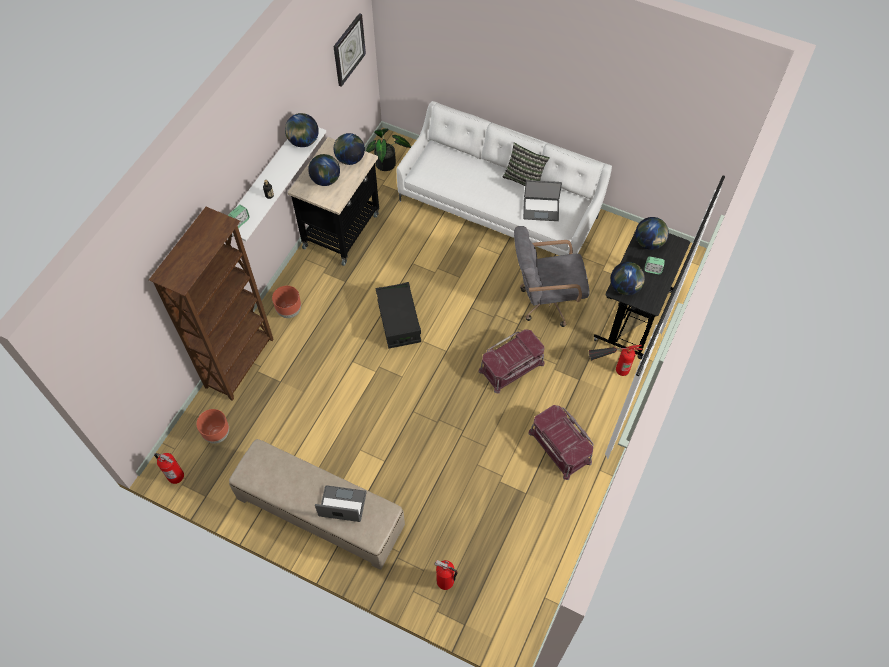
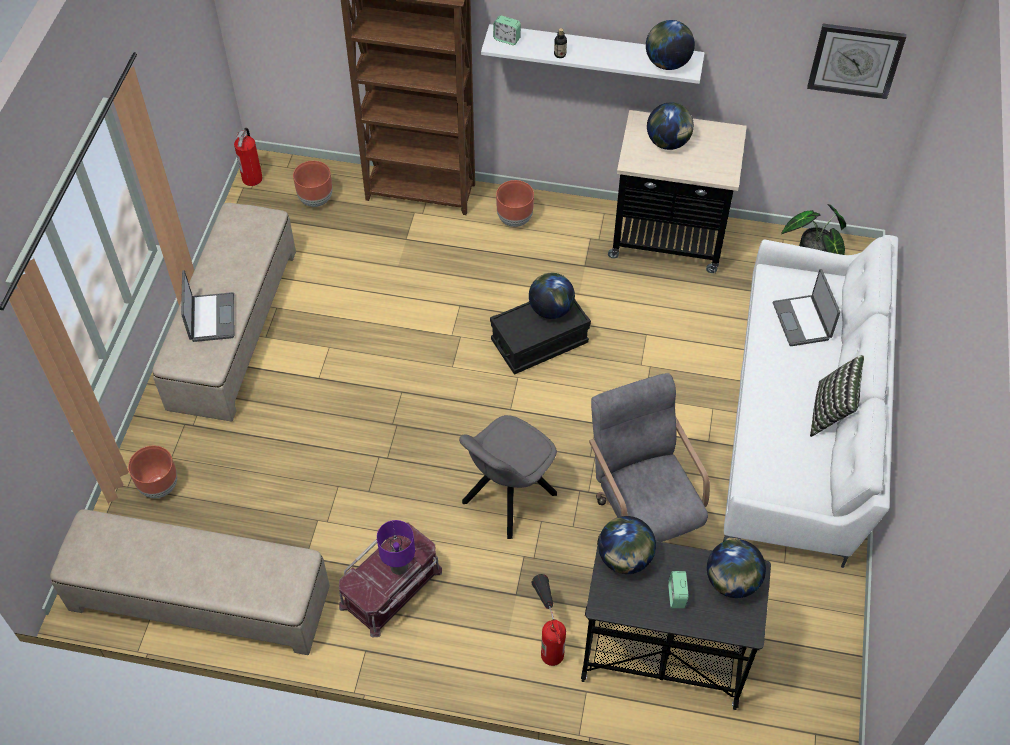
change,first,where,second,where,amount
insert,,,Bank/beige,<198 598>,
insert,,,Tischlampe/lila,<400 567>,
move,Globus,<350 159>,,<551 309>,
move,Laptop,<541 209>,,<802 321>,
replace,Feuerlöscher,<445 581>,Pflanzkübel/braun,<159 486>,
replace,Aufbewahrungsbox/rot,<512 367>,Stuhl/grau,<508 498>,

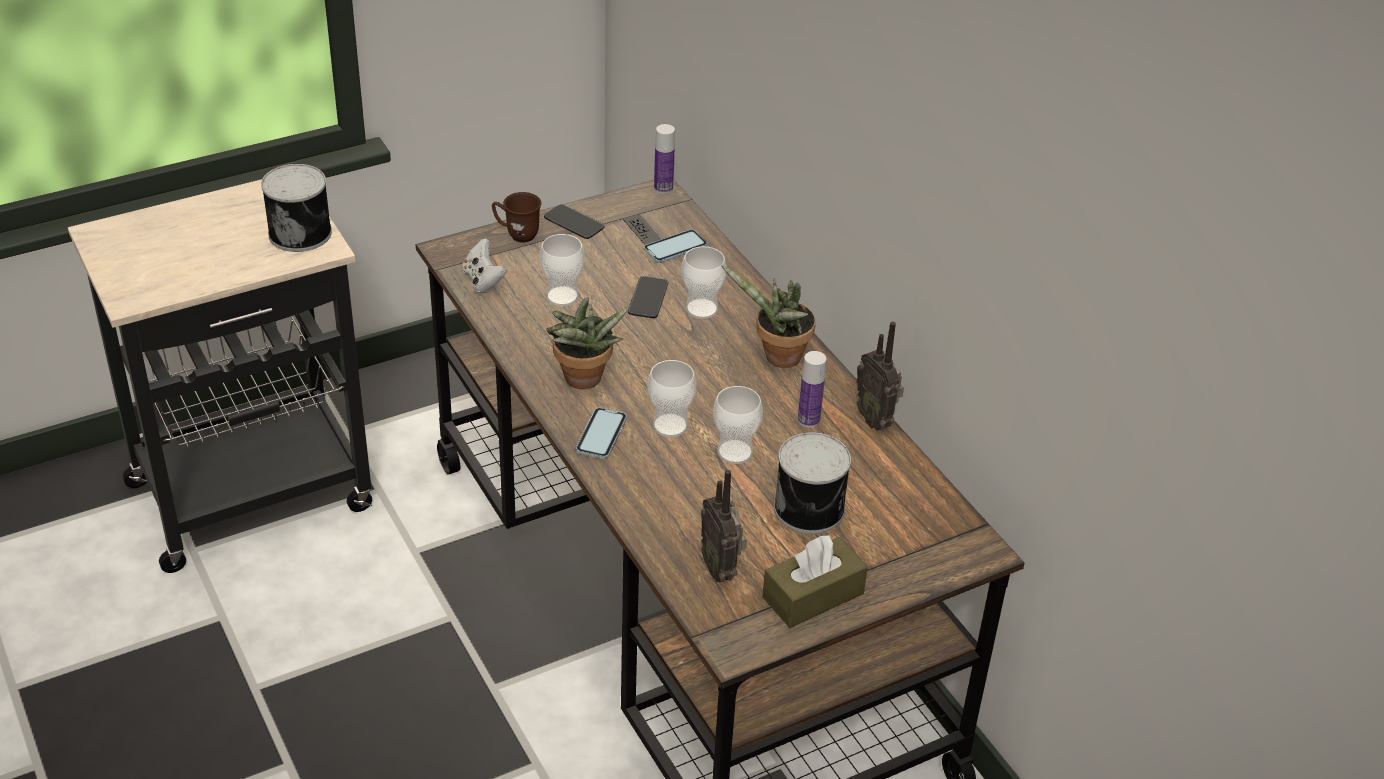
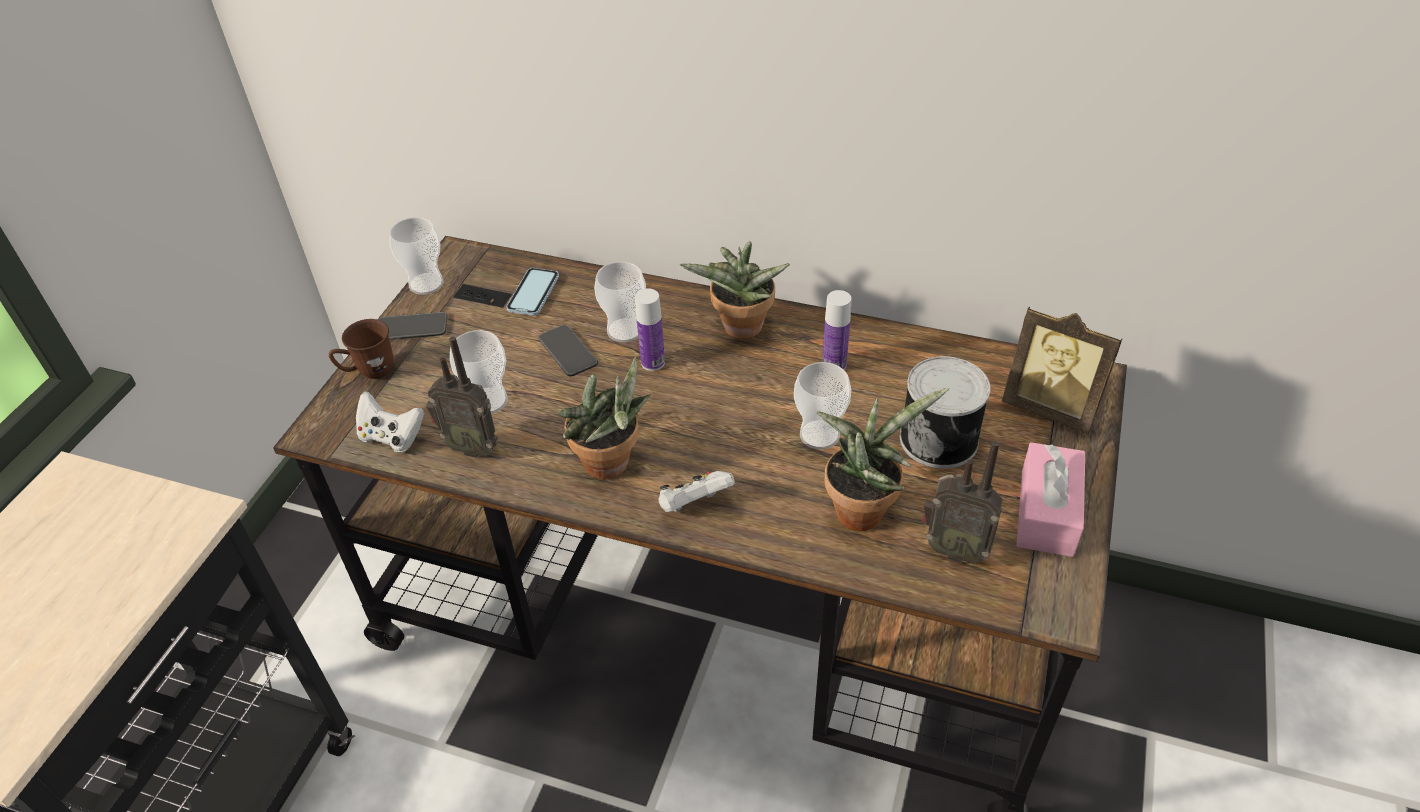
change,first,where,second,where,amount
delete,Dose,<301 232>,,,
insert,,,Topfpflanze,<863 508>,
insert,,,Bilderrahmen,<1051 408>,
move,Tasse,<670 425>,,<426 284>,
move,Flasche,<663 188>,,<653 362>,
move,Radio,<876 419>,,<473 446>,
replace,Handy,<601 435>,Gamepad/weiß,<694 505>,
recolor,Taschentuchbox/braun,<813 595>,Taschentuchbox/rosa,<1046 512>,

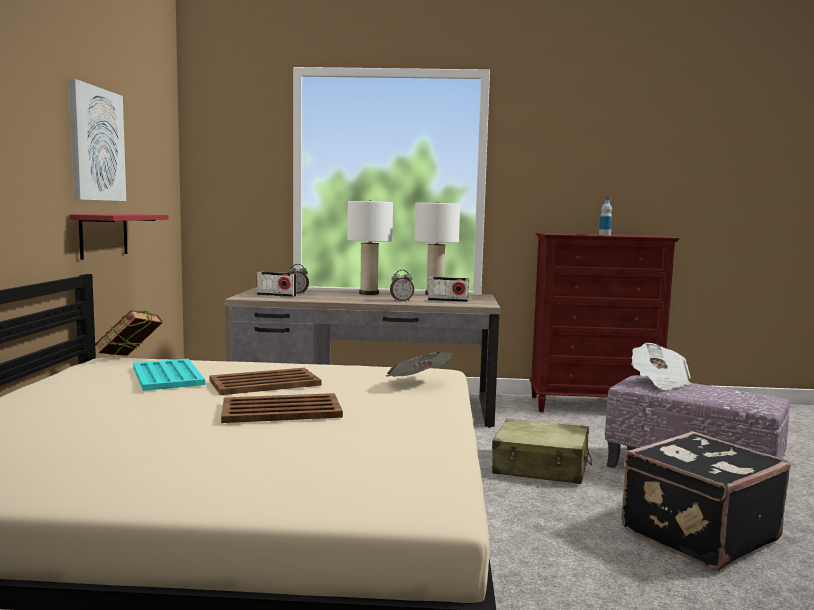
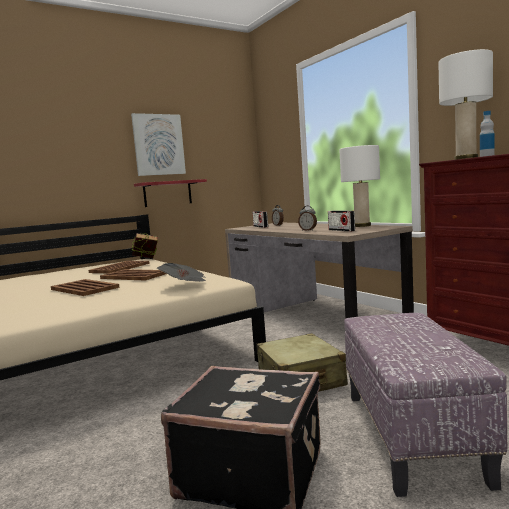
change,first,where,second,where,amount
delete,Zeitung,<659 382>,,,
move,Tischlampe/weiß,<369 293>,,<466 159>,
recolor,Tablett/türkis,<167 375>,Tablett/braun,<120 268>,

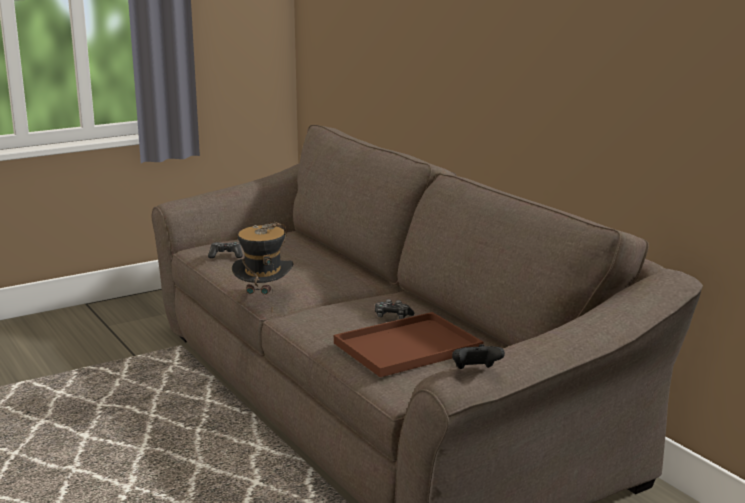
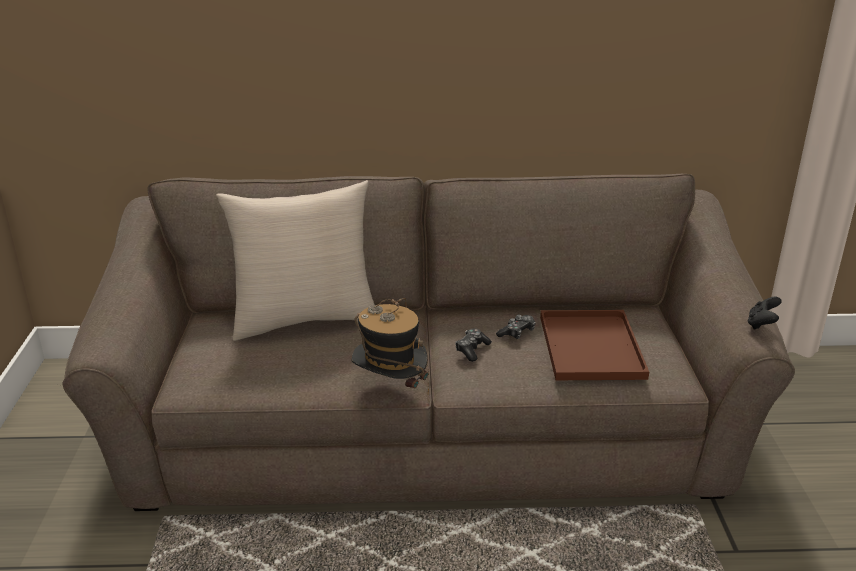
change,first,where,second,where,amount
insert,,,Kissen/beige,<305 319>,
move,Gamepad,<226 255>,,<472 350>,

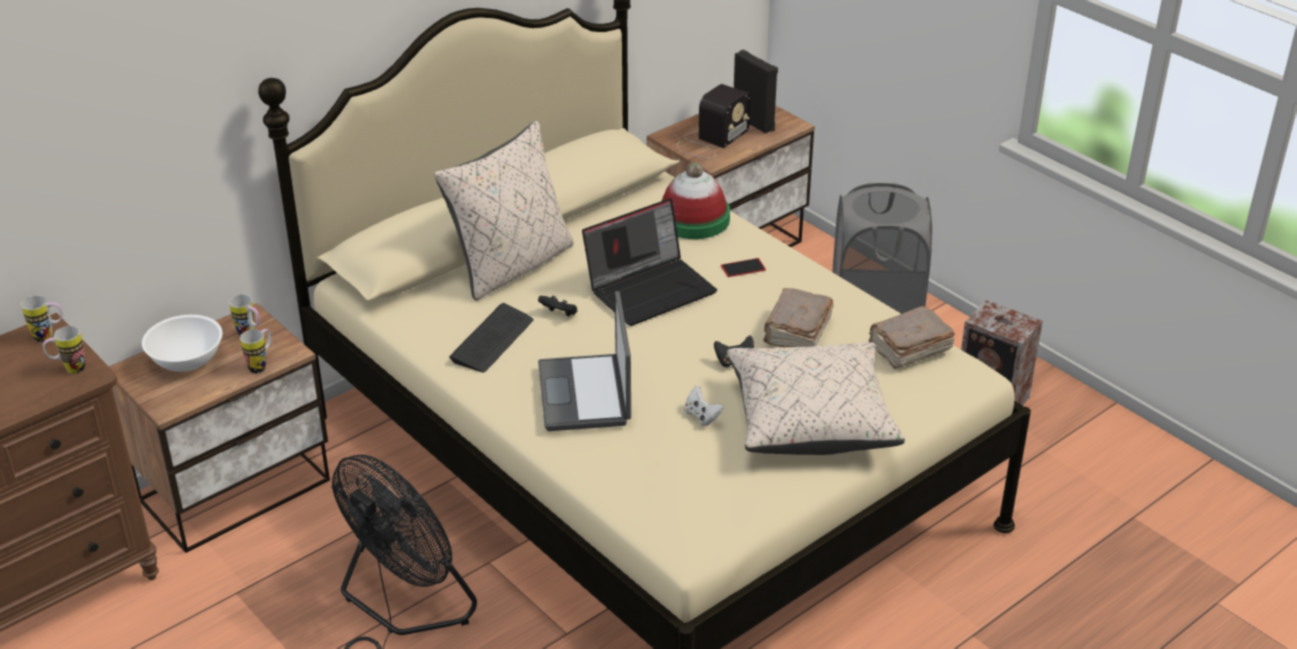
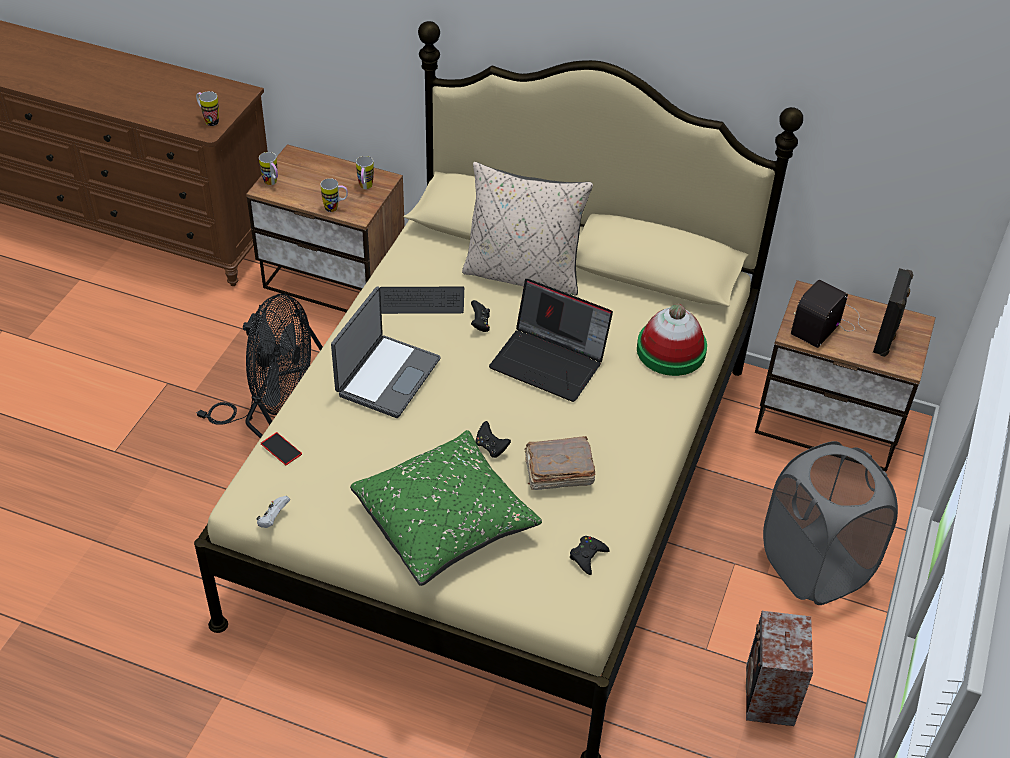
change,first,where,second,where,amount
delete,Schüssel/weiß,<186 360>,,,
move,Henkelbecher,<49 336>,,<272 183>,
move,Gamepad/weiß,<702 416>,,<273 519>,
move,Handy,<743 268>,,<281 449>,
replace,Buch/braun,<908 349>,Gamepad/schwarz,<587 556>,
recolor,Kissen/beige,<811 419>,Kissen/grün,<445 522>,
rotate,Laptop,<586 394>,,<386 376>,150 degrees clockwise
rotate,Radio,<710 140>,,<827 321>,120 degrees clockwise

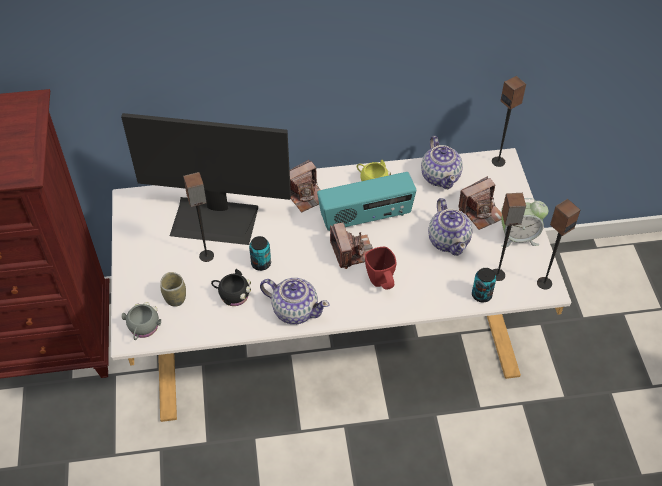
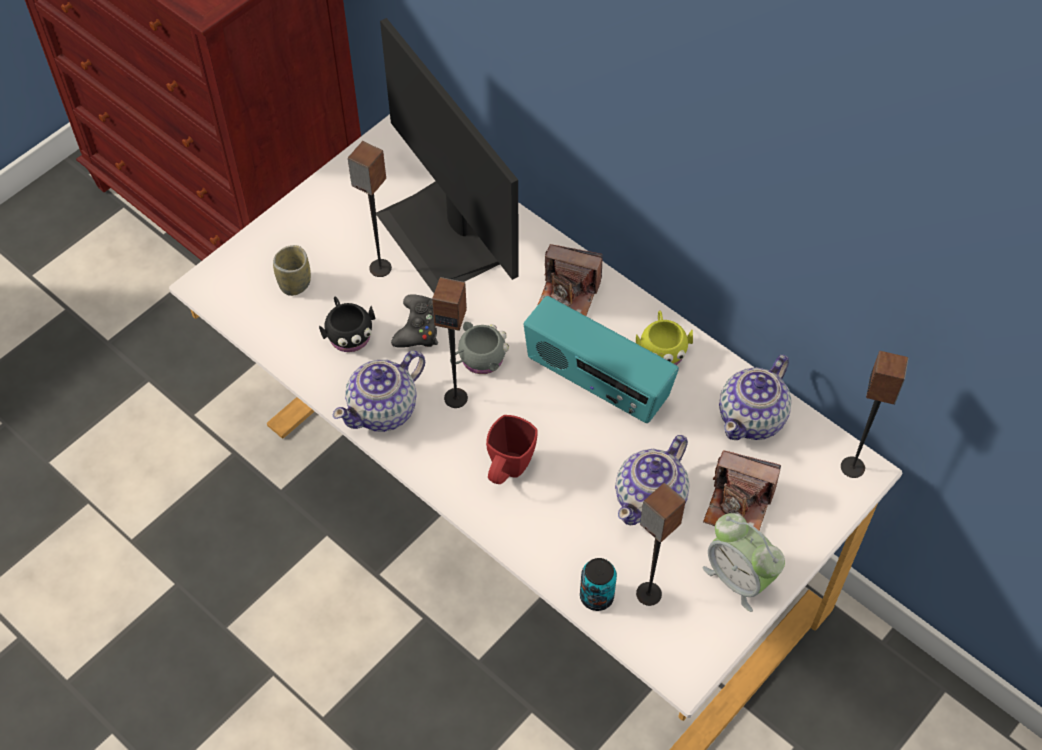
change,first,where,second,where,amount
delete,Kamera,<352 252>,,,
move,Henkelbecher/grau,<143 329>,,<478 360>,
move,Lautsprecher,<544 283>,,<456 397>,
replace,Dose,<261 263>,Gamepad/schwarz,<419 328>,
rotate,Teekanne,<294 310>,,<384 409>,60 degrees clockwise

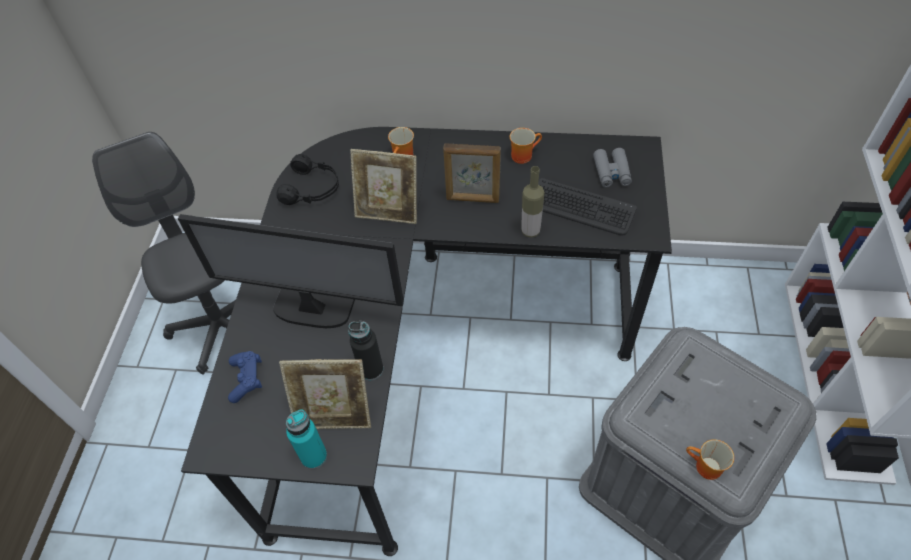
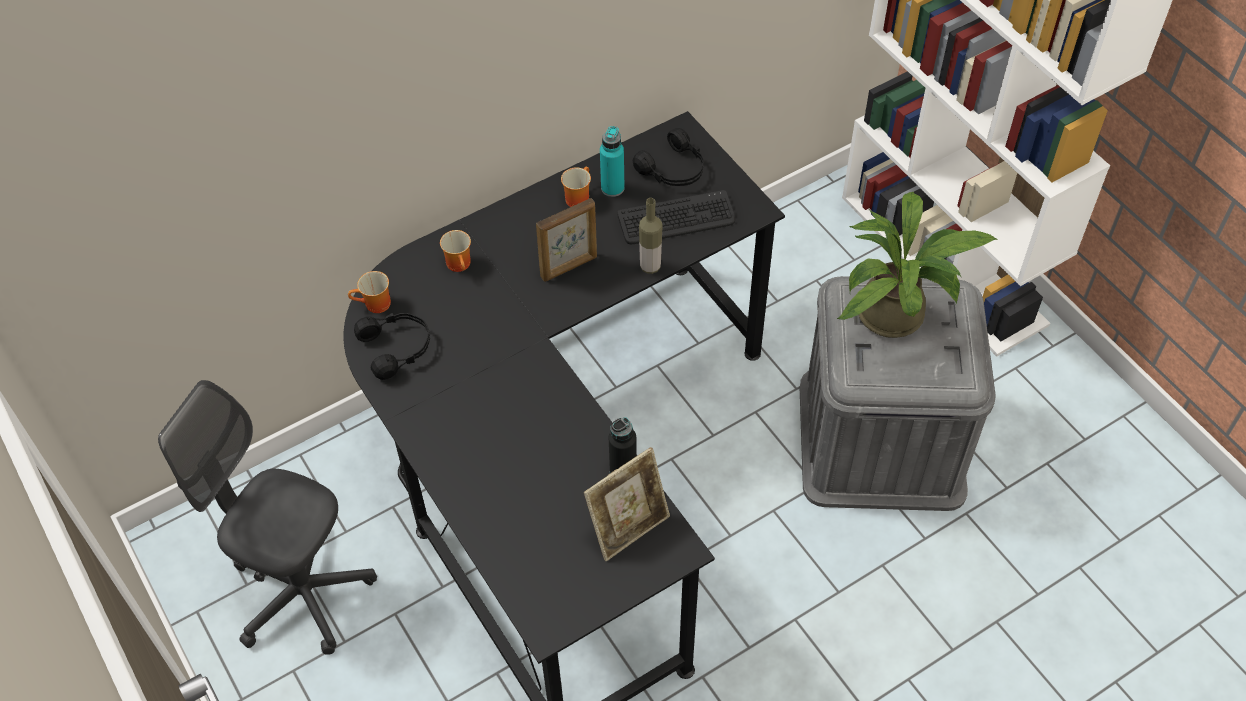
change,first,where,second,where,amount
delete,Monitor,<312 310>,,,
delete,Gamepad/blau,<247 379>,,,
delete,Bilderrahmen,<388 211>,,,
insert,,,Topfpflanze,<899 315>,
move,Flasche/türkis,<314 456>,,<612 188>,
move,Henkelbecher,<705 468>,,<375 305>,
replace,Fernglas/grau,<611 172>,Kopfhörer/schwarz,<674 170>,

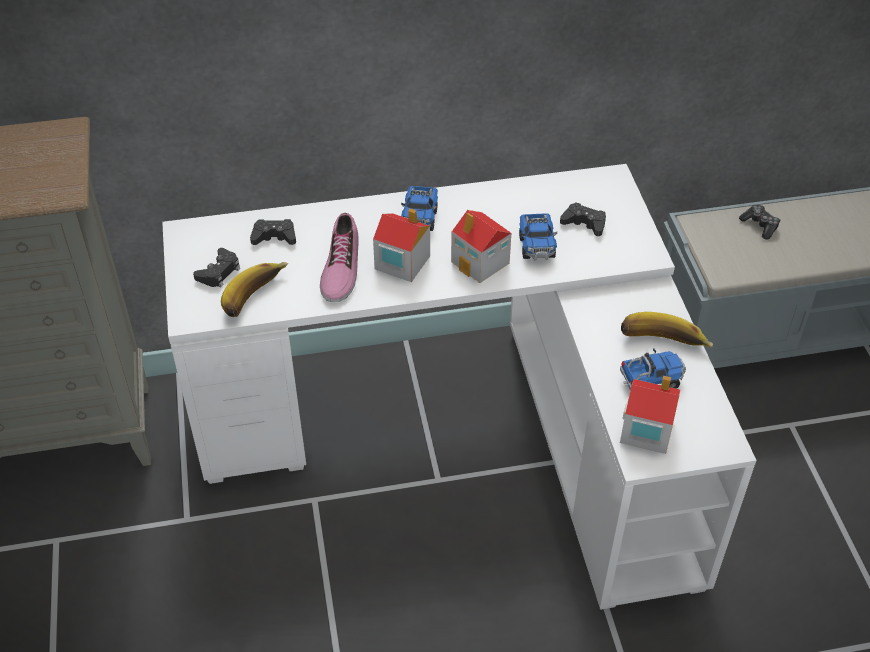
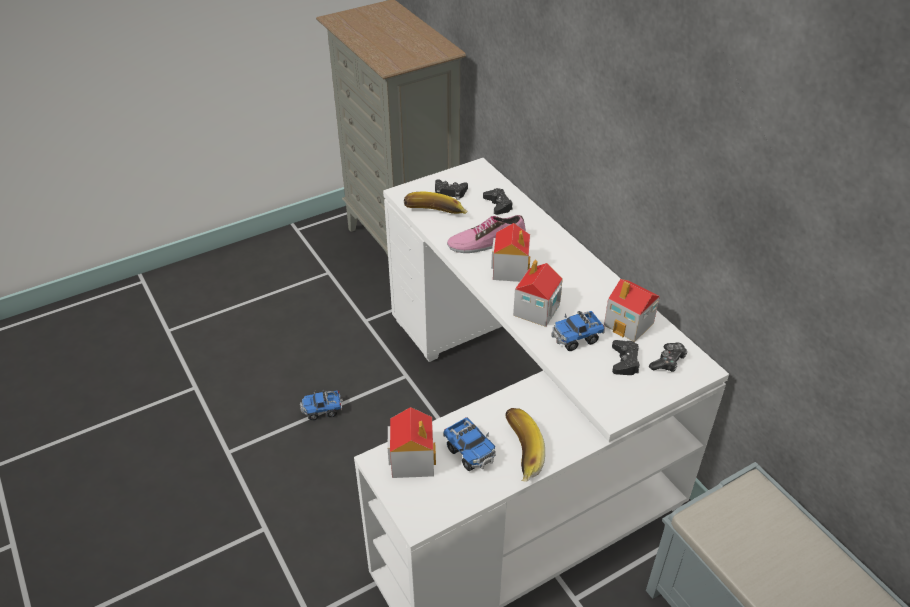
change,first,where,second,where,amount
insert,,,Spielzeughaus,<629 324>,
move,Spielzeuglaster,<420 218>,,<322 410>,
move,Gamepad,<760 225>,,<668 362>,

